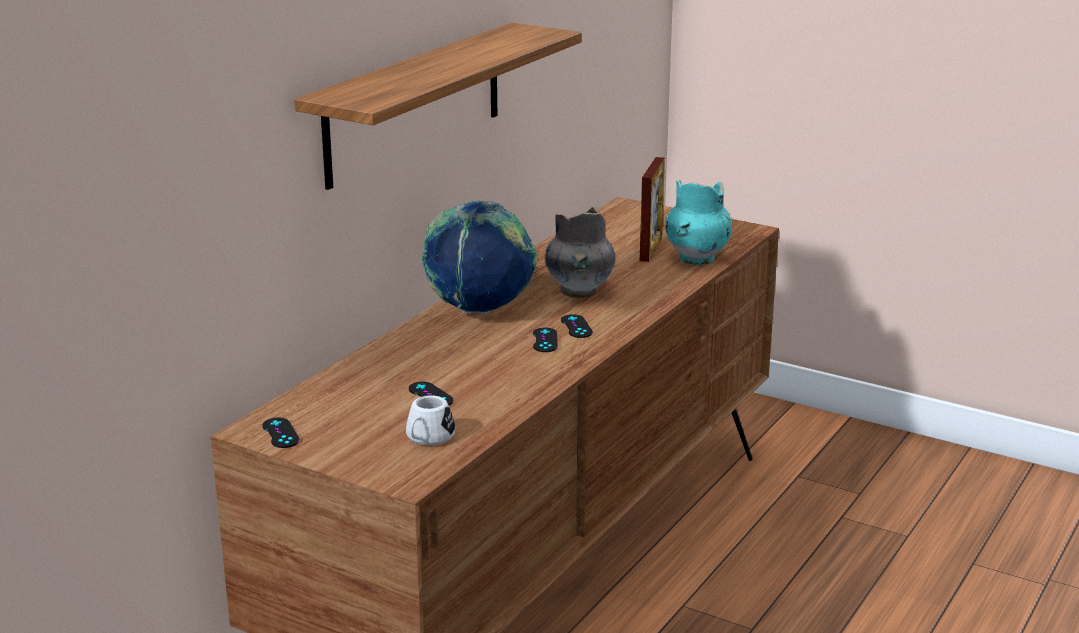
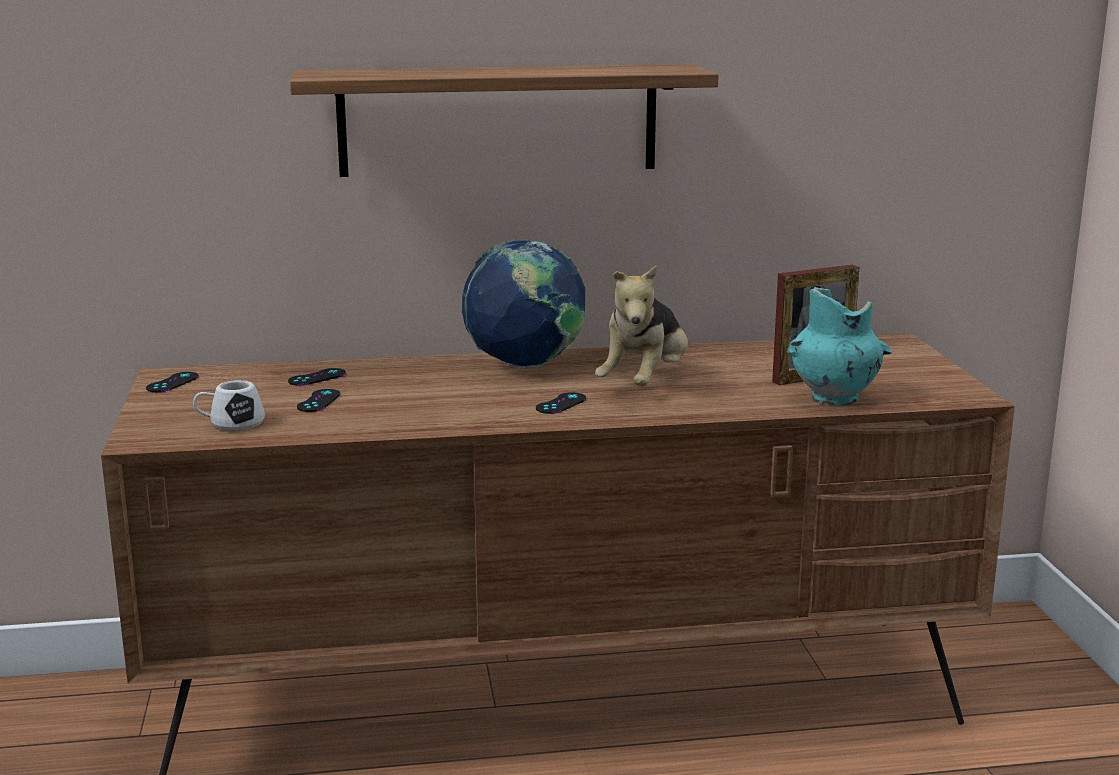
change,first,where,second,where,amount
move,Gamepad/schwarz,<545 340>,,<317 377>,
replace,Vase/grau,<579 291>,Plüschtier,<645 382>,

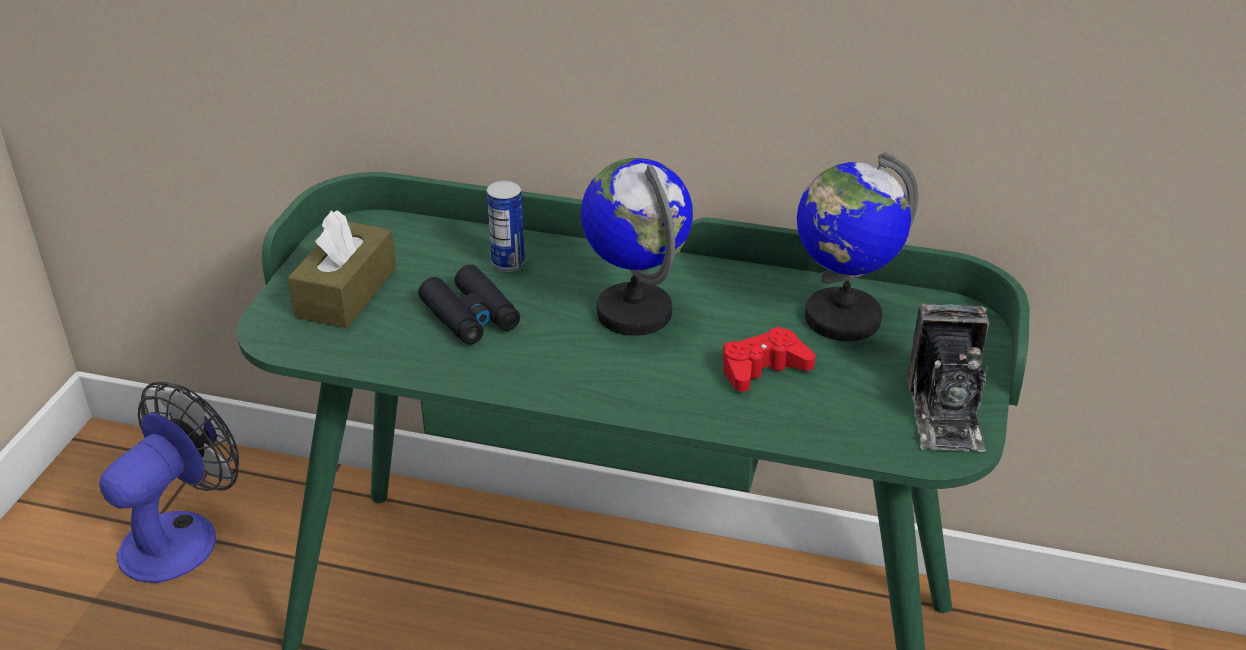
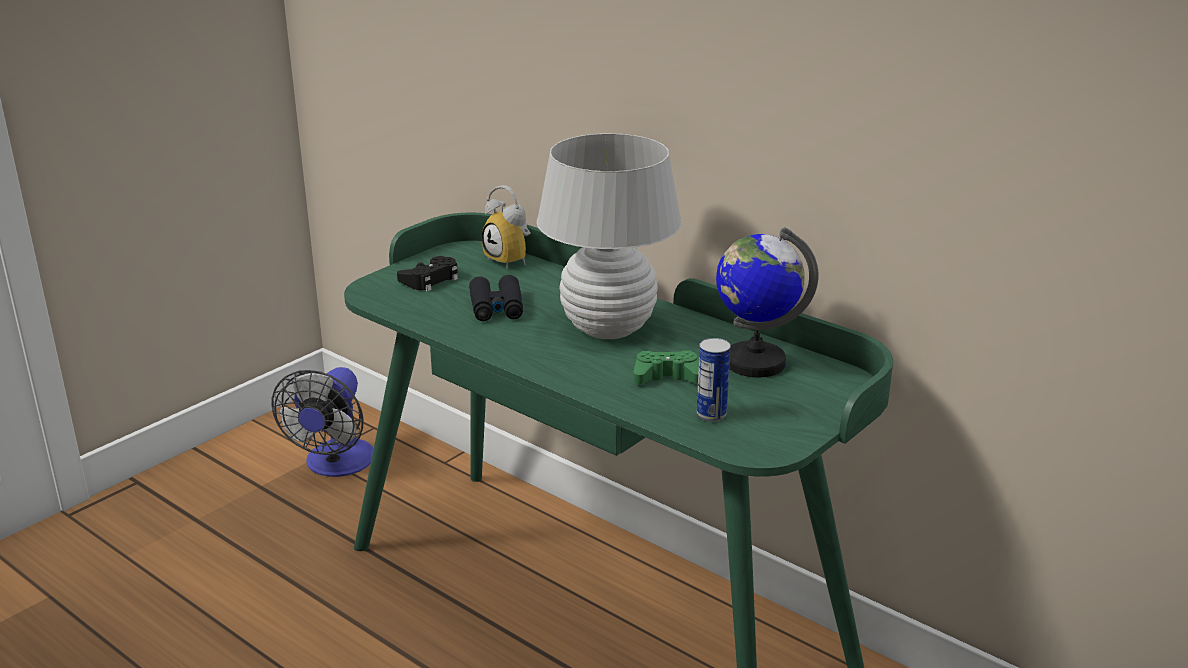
change,first,where,second,where,amount
delete,Kamera,<945 412>,,,
insert,,,Wecker,<512 260>,
move,Dose,<508 263>,,<711 414>,
replace,Taschentuchbox/braun,<346 292>,Gamepad/schwarz,<430 280>,
replace,Globus,<634 312>,Tischlampe/weiß,<607 328>,
recolor,Gamepad/rot,<763 368>,Gamepad/grün,<667 377>,
rotate,Ventilator,<181 535>,,<335 465>,135 degrees clockwise

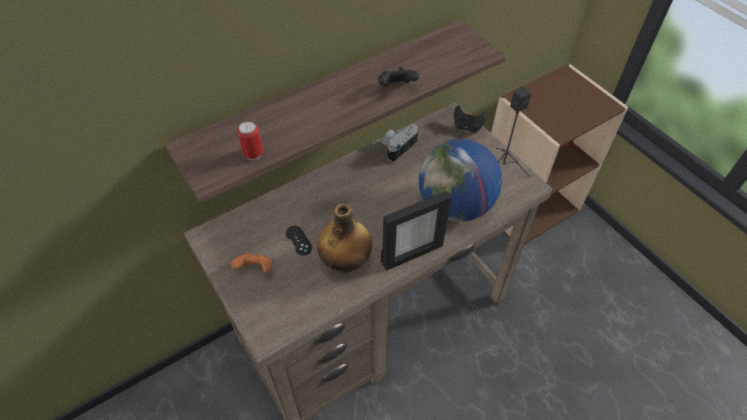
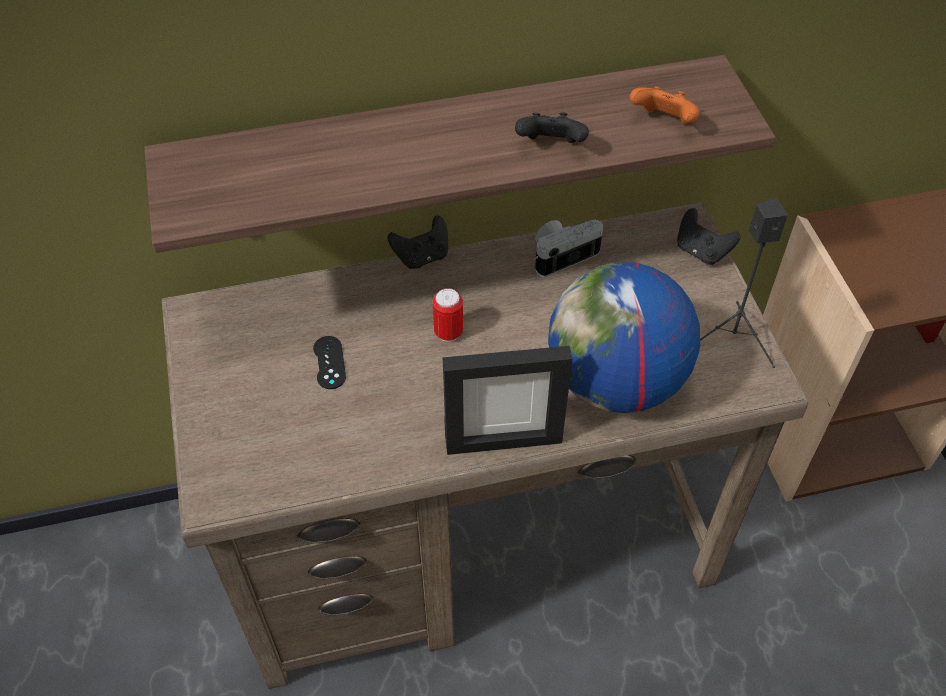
change,first,where,second,where,amount
delete,Flasche,<346 261>,,,
insert,,,Gamepad/schwarz,<422 256>,
move,Gamepad/orange,<255 269>,,<663 122>,
move,Dose,<253 154>,,<448 332>,

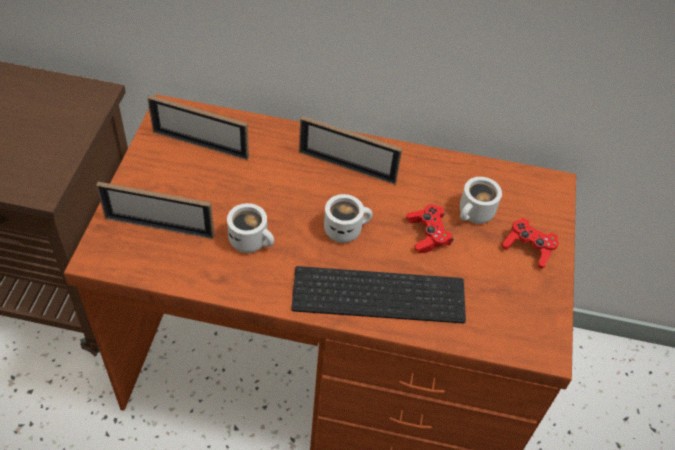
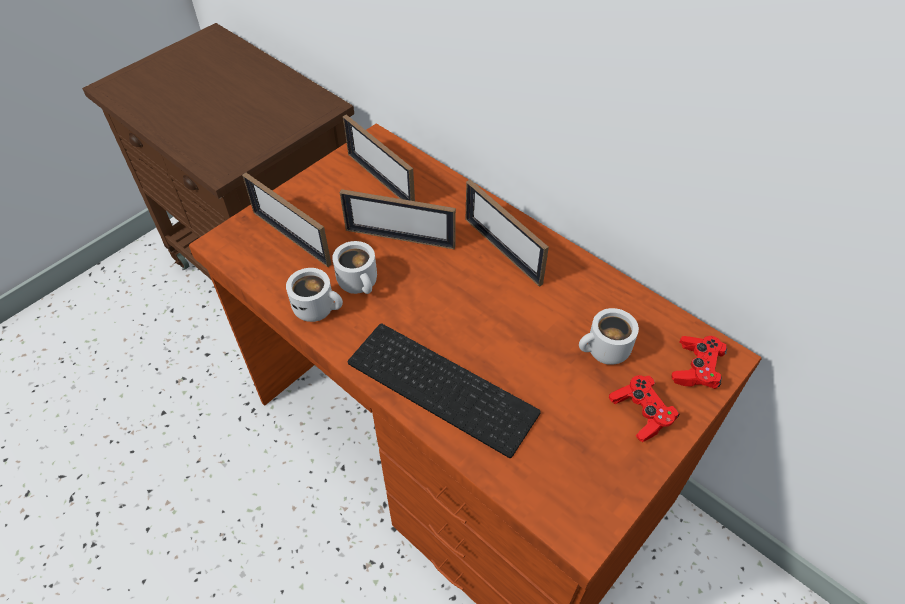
change,first,where,second,where,amount
insert,,,Bilderrahmen,<400 238>,
move,Henkelbecher/weiß,<345 228>,,<318 307>,
move,Gamepad/rot,<428 234>,,<696 368>,

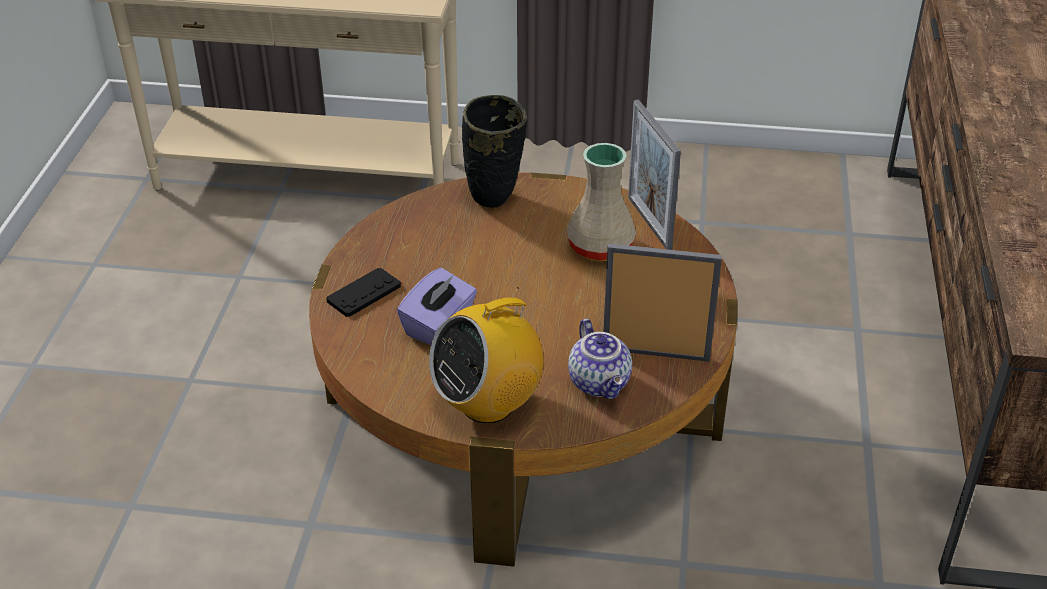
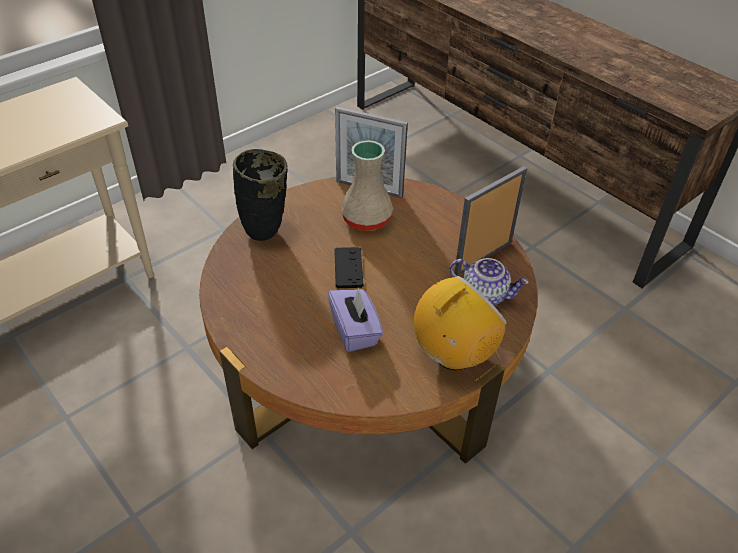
change,first,where,second,where,amount
move,Gamepad/schwarz,<364 293>,,<348 268>,
rotate,Radio,<488 404>,,<453 354>,135 degrees counterclockwise

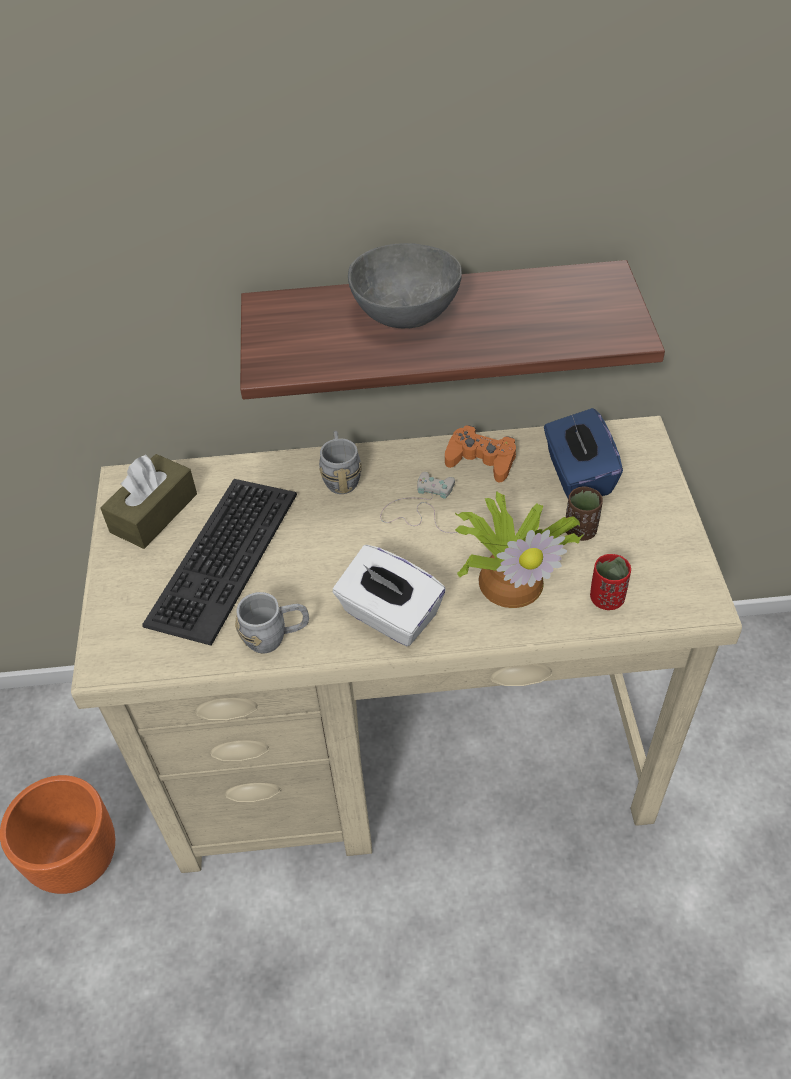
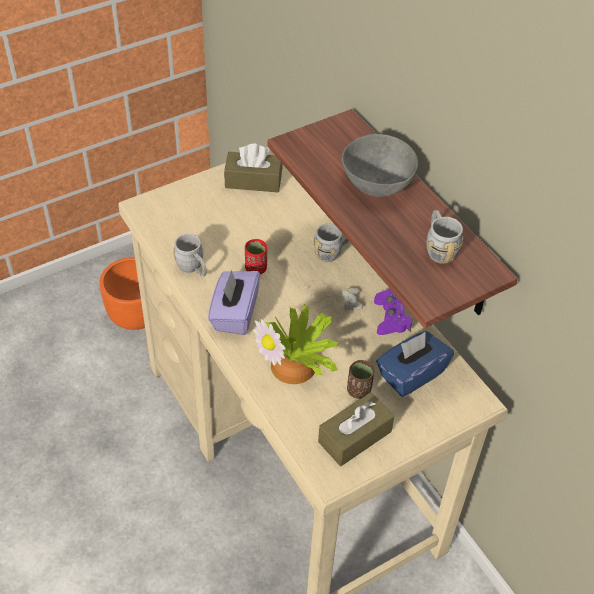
change,first,where,second,where,amount
delete,Tastatur,<222 558>,,,
insert,,,Taschentuchbox/braun,<354 436>,
insert,,,Henkelbecher/grau,<438 248>,
move,Tasse/rot,<606 598>,,<256 268>,
recolor,Taschentuchbox/weiß,<389 615>,Taschentuchbox/lila,<234 314>,
recolor,Gamepad/orange,<481 460>,Gamepad/lila,<392 317>,

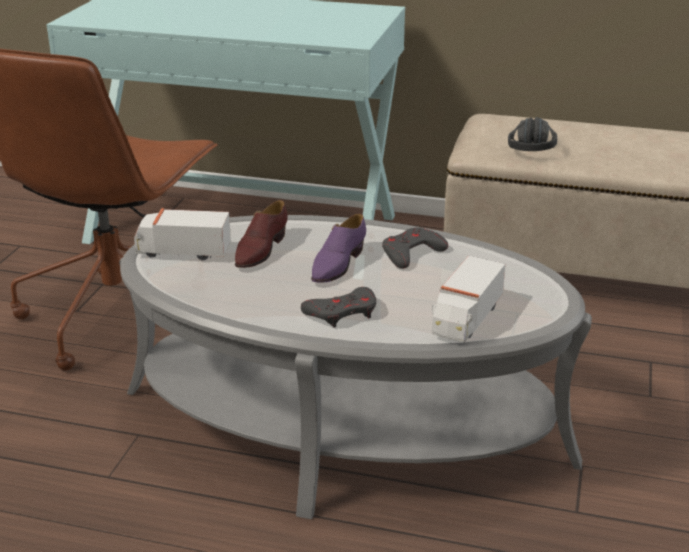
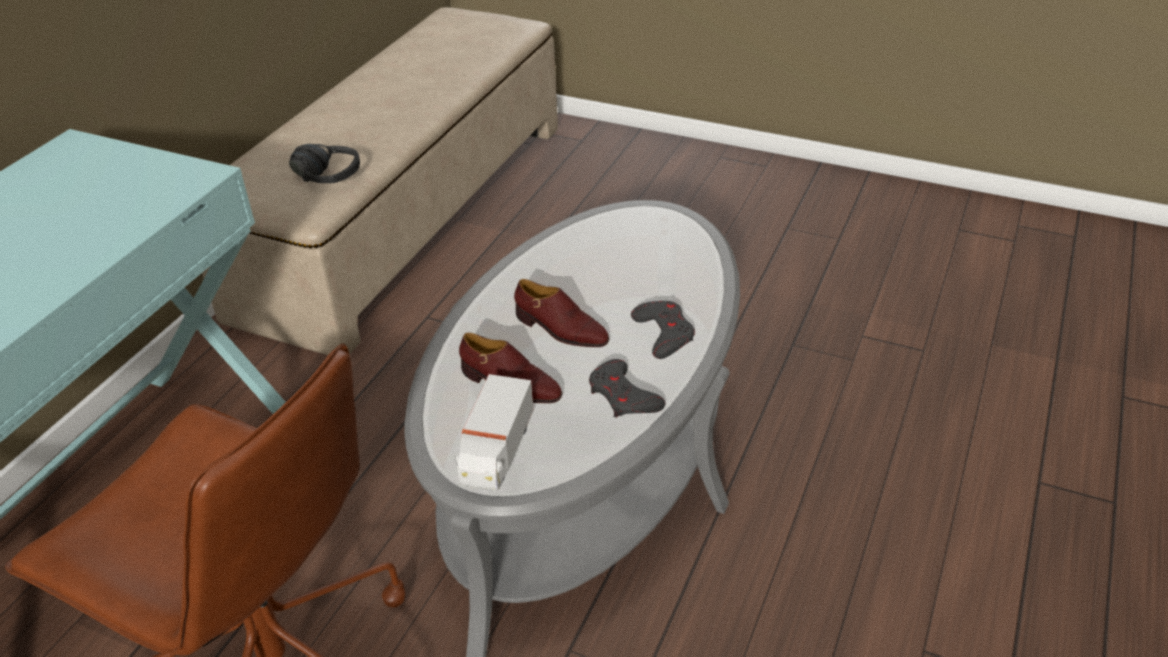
change,first,where,second,where,amount
delete,Spielzeuglaster,<466 318>,,,
move,Gamepad/grau,<411 253>,,<623 396>,
recolor,Schuh/lila,<337 264>,Schuh/braun,<561 330>,

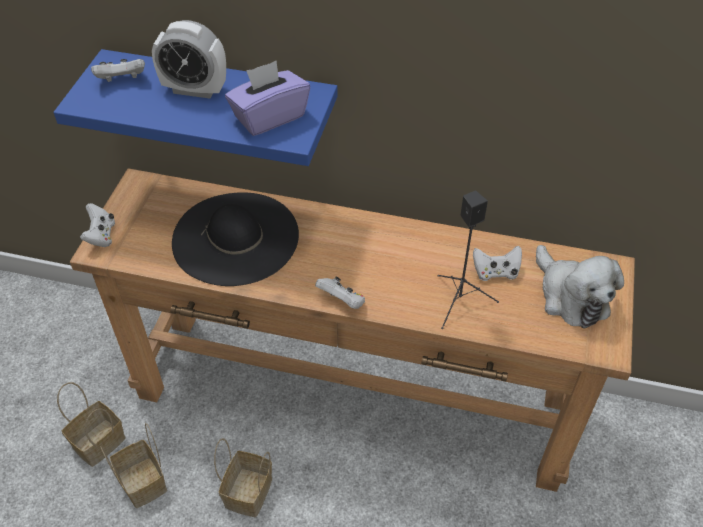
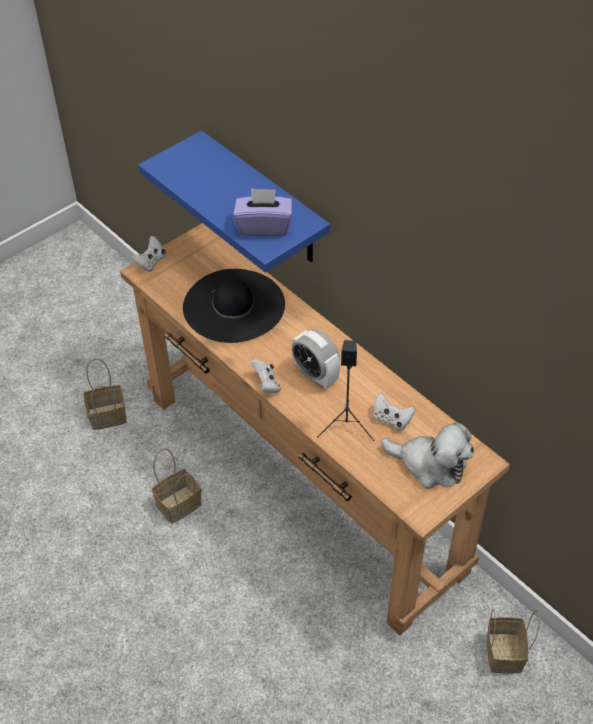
change,first,where,second,where,amount
delete,Gamepad/weiß,<122 80>,,,
move,Korb,<144 483>,,<505 654>,
move,Wecker,<195 90>,,<315 375>,
rotate,Plüschtier,<570 296>,,<430 464>,75 degrees counterclockwise

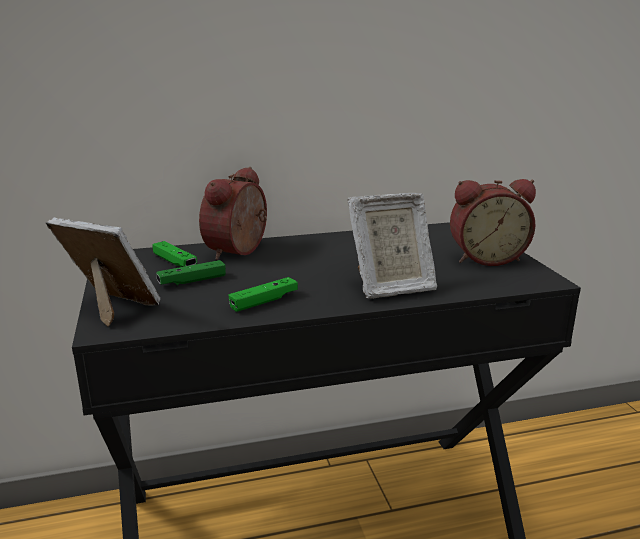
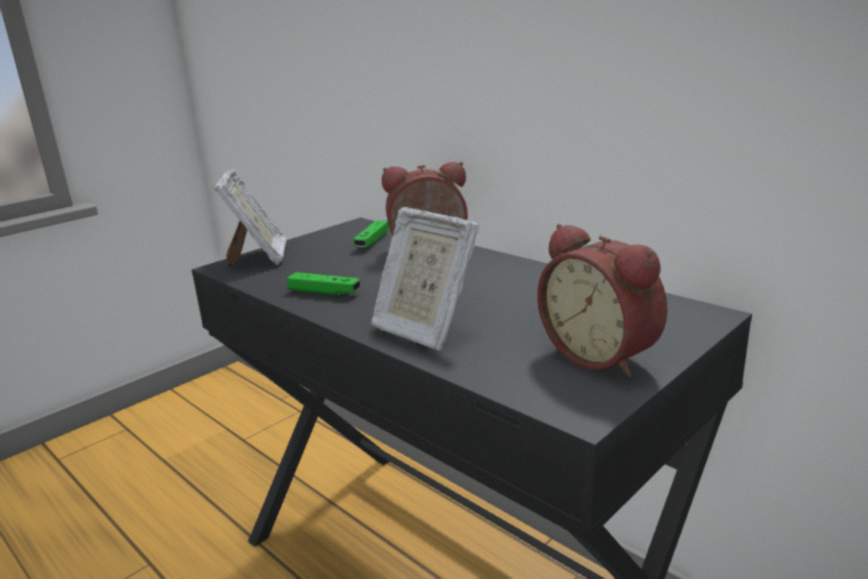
change,first,where,second,where,amount
delete,Gamepad/grün,<192 281>,,,

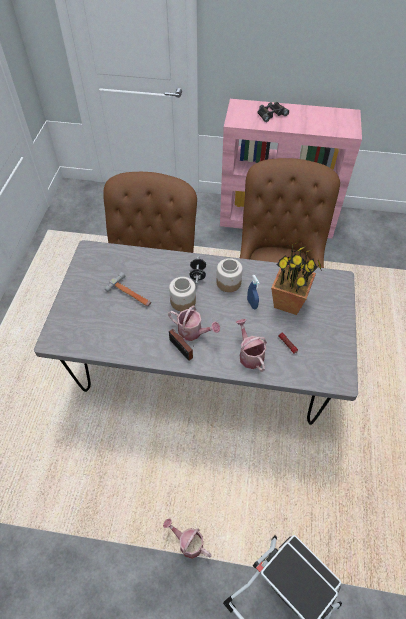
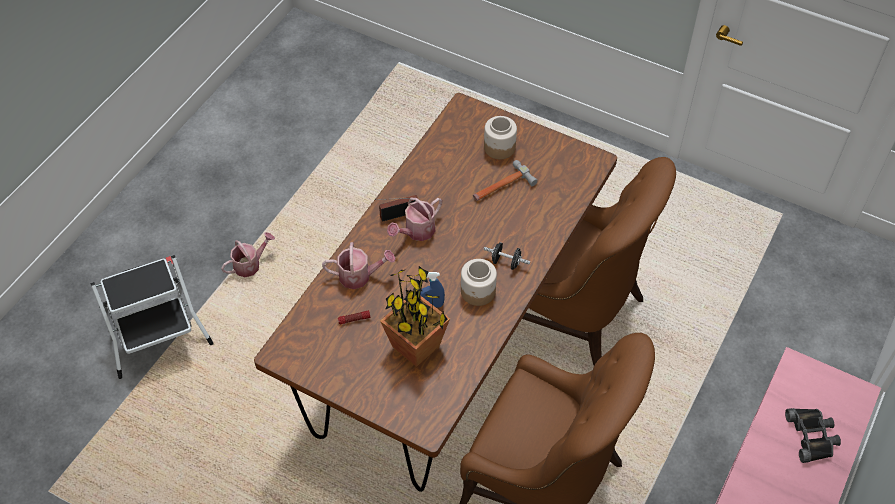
change,first,where,second,where,amount
move,Vorratsglas,<183 301>,,<499 147>,
recolor,Esstisch/grau,<203 370>,Esstisch/braun,<448 342>,

